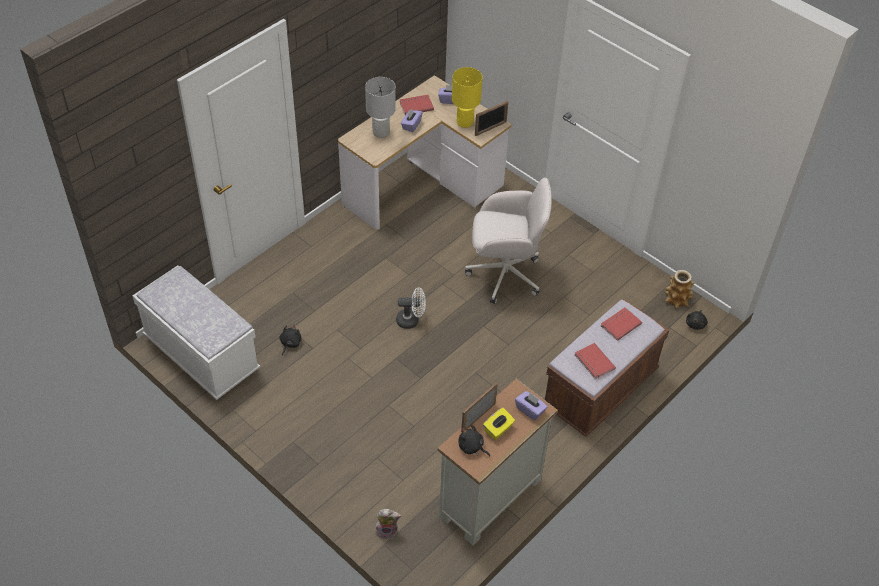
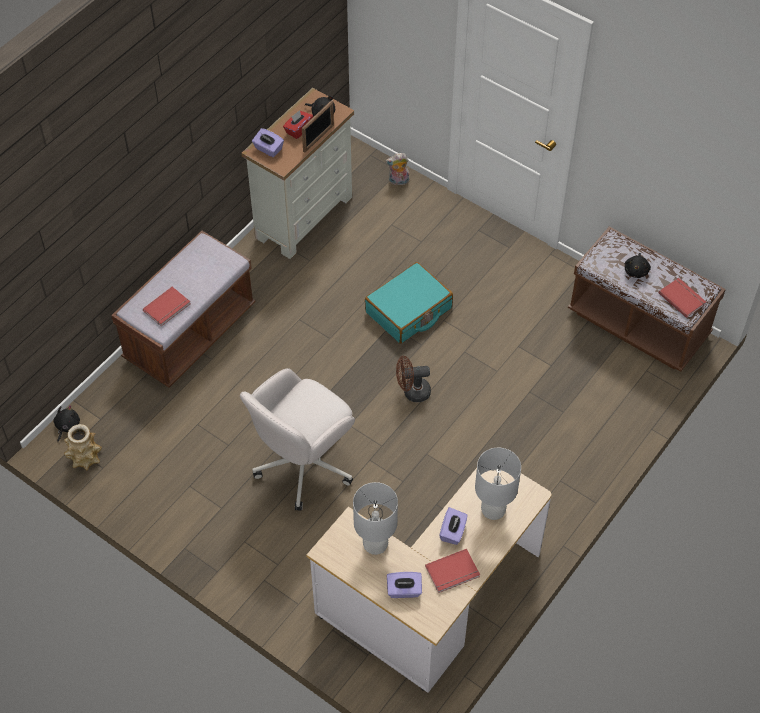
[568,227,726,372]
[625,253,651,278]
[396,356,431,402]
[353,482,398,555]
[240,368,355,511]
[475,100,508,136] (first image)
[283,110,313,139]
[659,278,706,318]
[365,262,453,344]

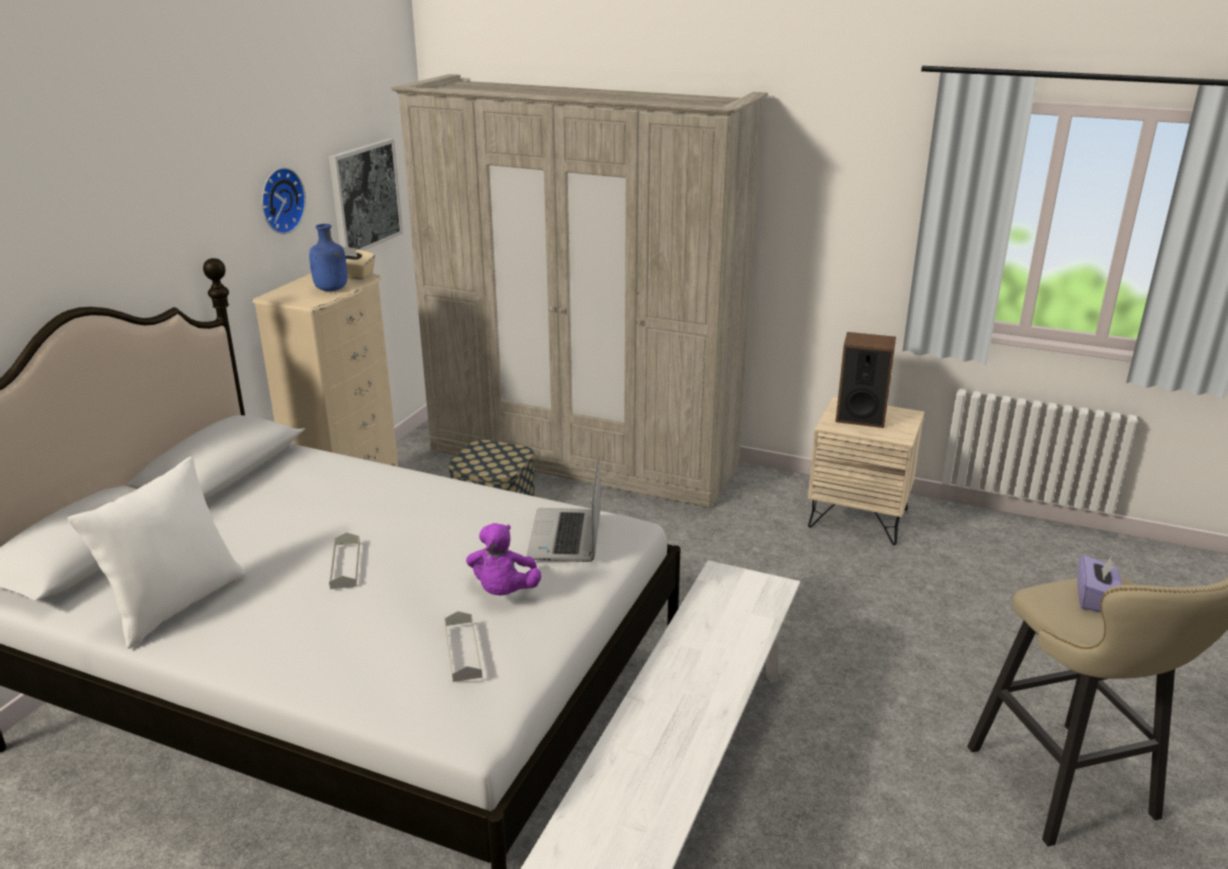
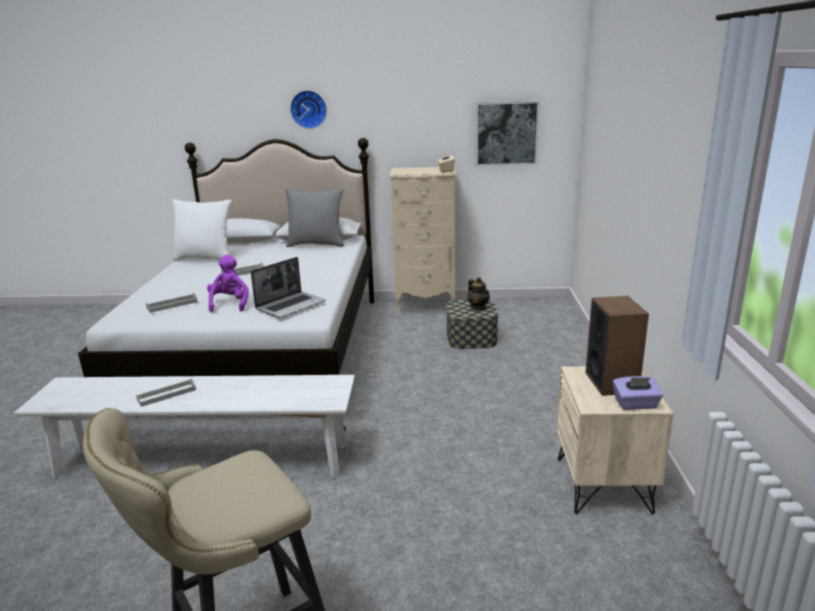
[290,90,327,129]
[309,224,347,291] (first image)
[391,74,768,508] (first image)
[207,255,249,312]
[251,257,326,318]
[613,376,663,410]
[136,379,196,407]
[285,188,344,247]
[467,277,490,310]

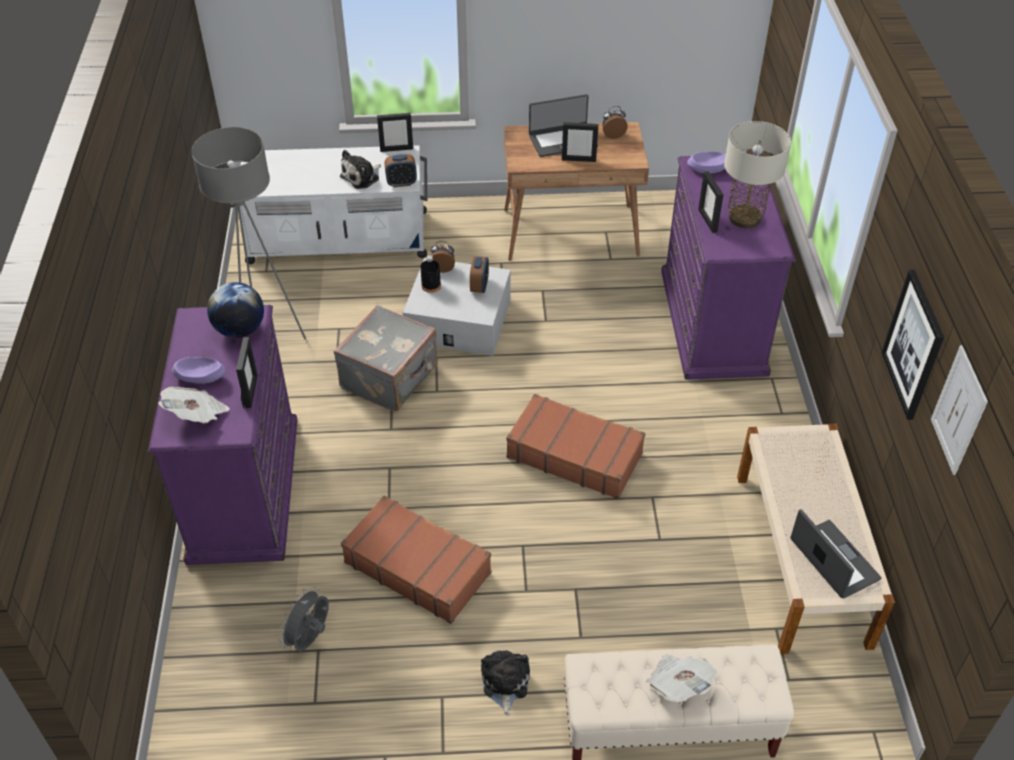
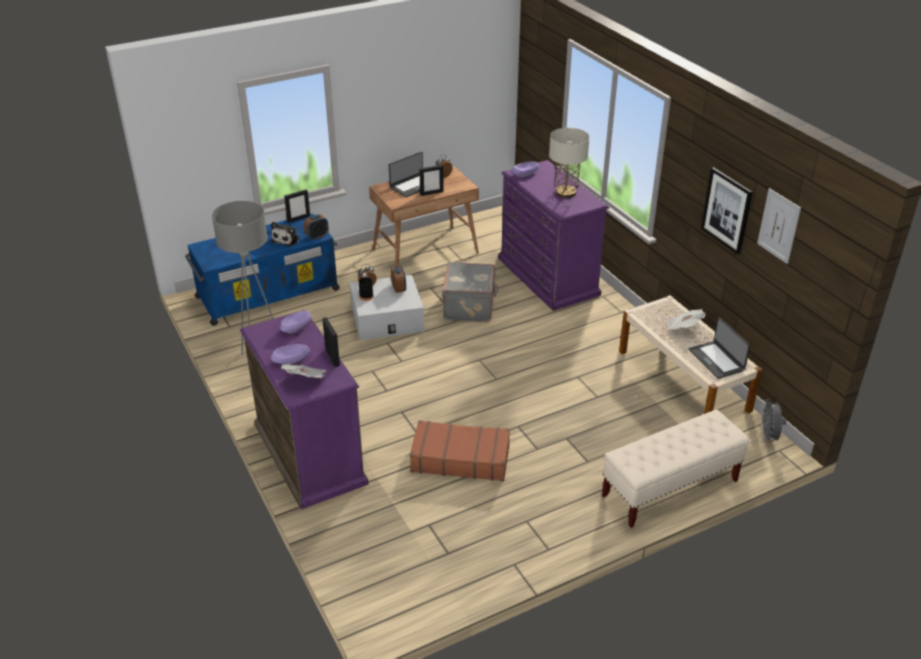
[280,310,311,334]
[185,213,340,326]
[760,399,786,442]
[443,262,498,322]
[481,650,530,716] (first image)
[506,394,645,499] (first image)
[667,309,705,330]
[698,171,724,233] (first image)
[689,317,750,379]

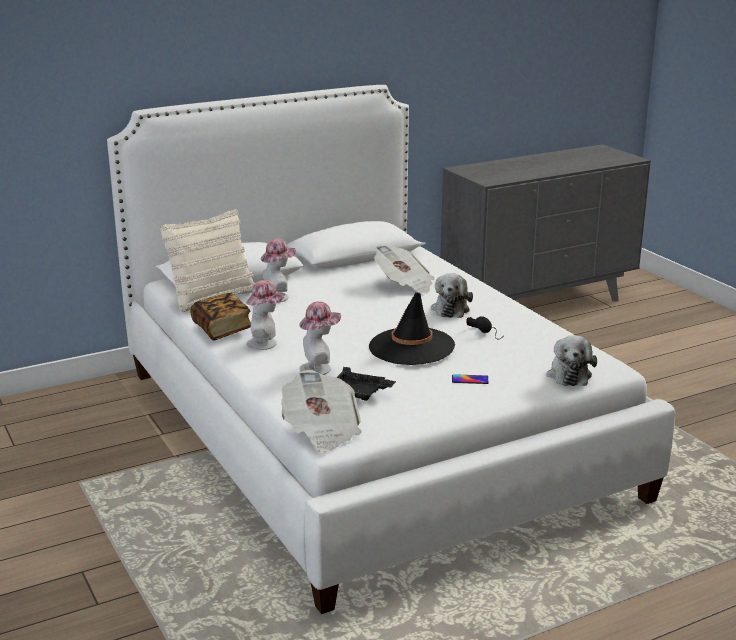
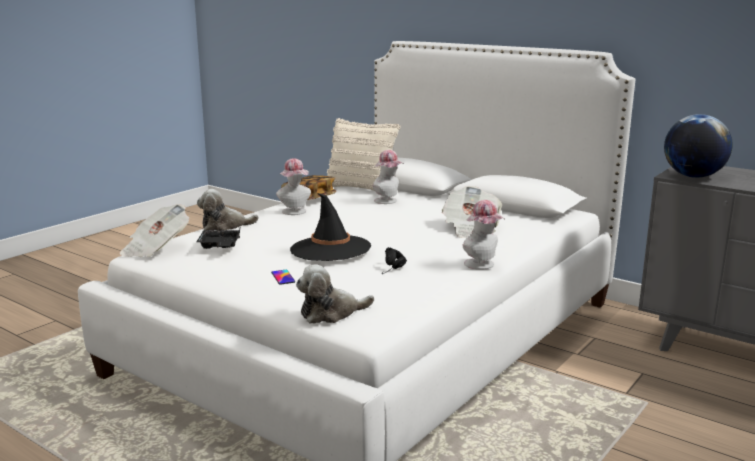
[463,200,505,270]
[197,189,259,231]
[664,114,733,178]

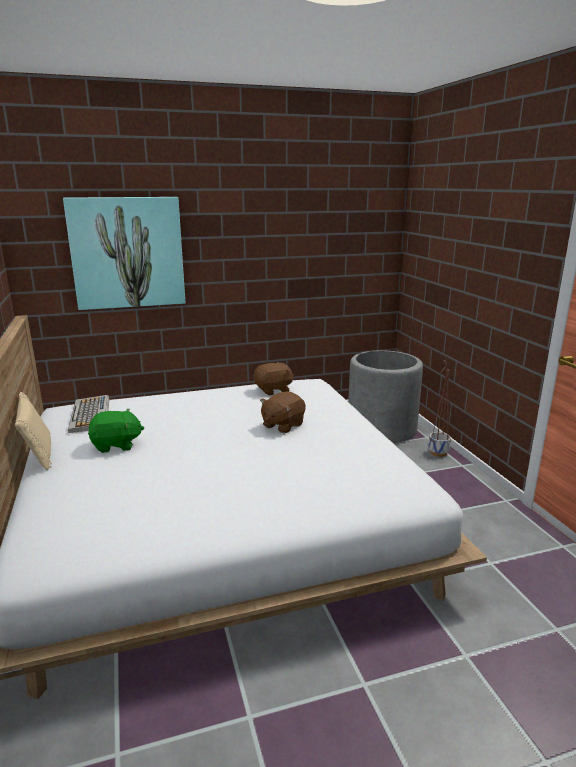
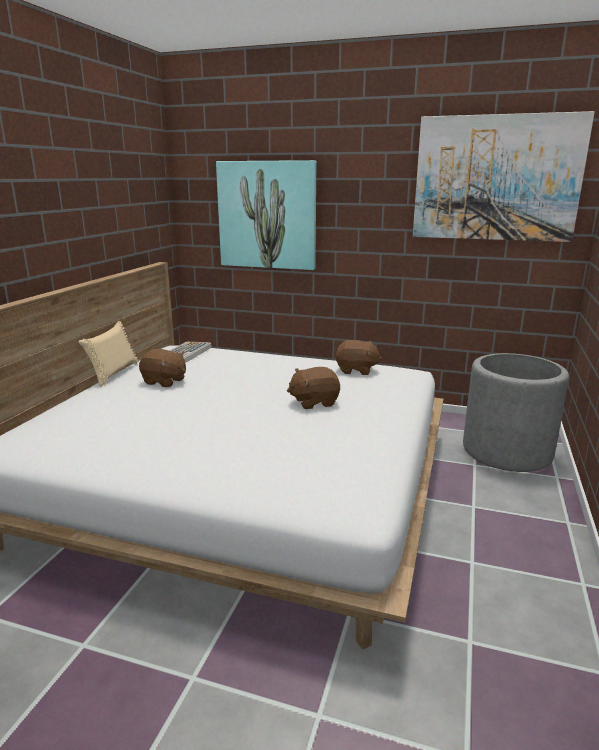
[139,349,186,387]
[429,358,451,457] (first image)
[413,111,595,242]

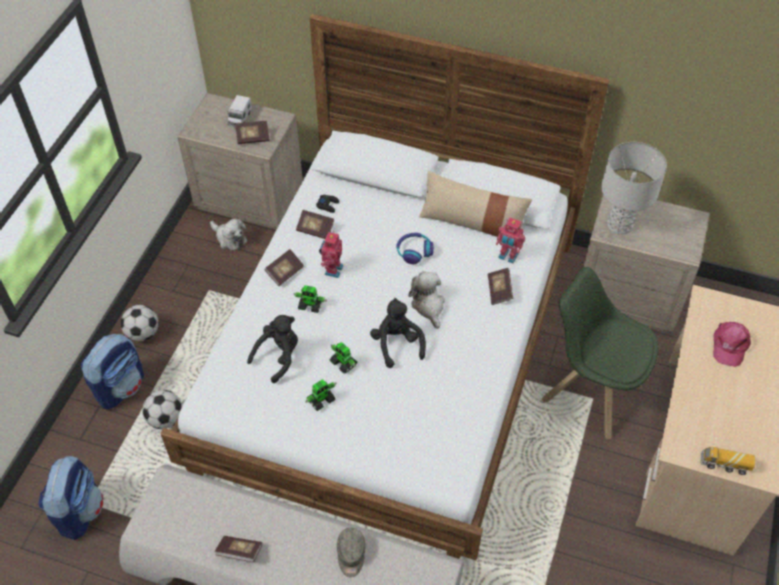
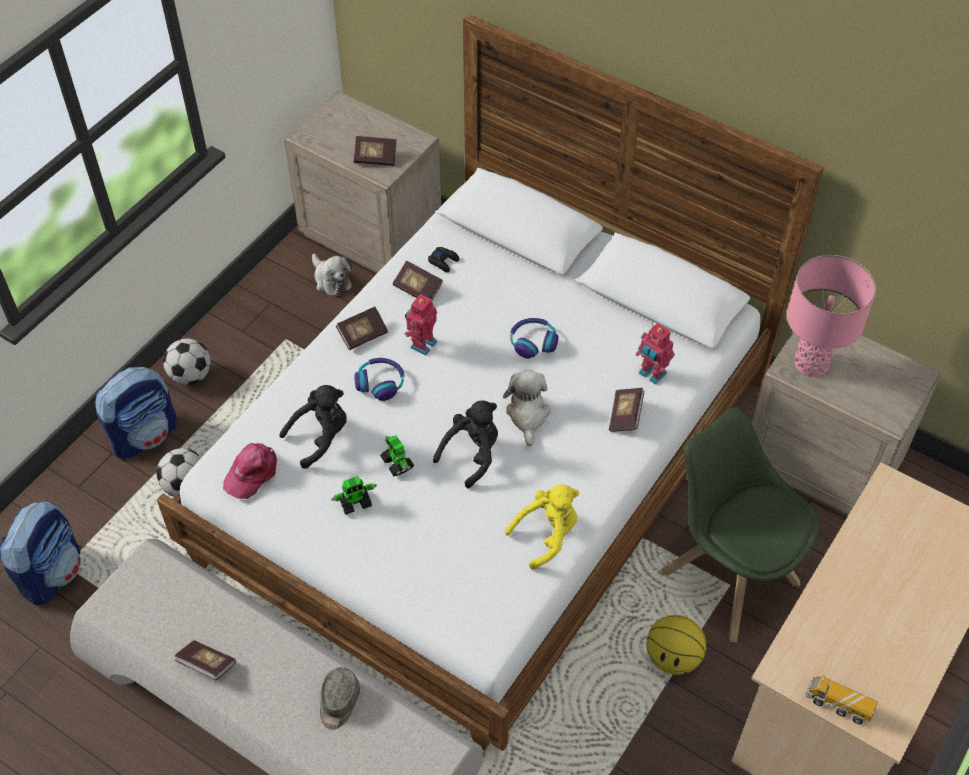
[227,95,252,127] (first image)
[354,358,405,401]
[433,401,498,488]
[419,171,532,237] (first image)
[787,255,876,377]
[223,443,277,499]
[505,484,579,570]
[646,615,706,675]

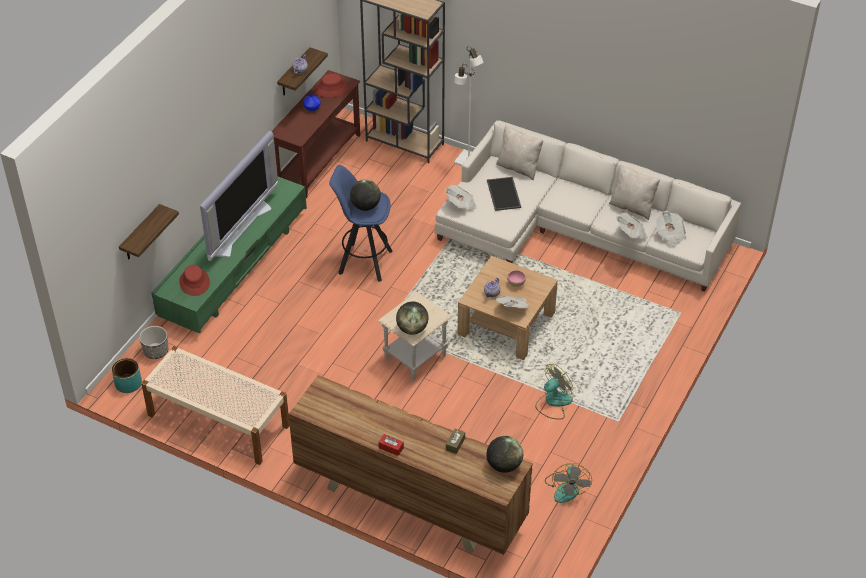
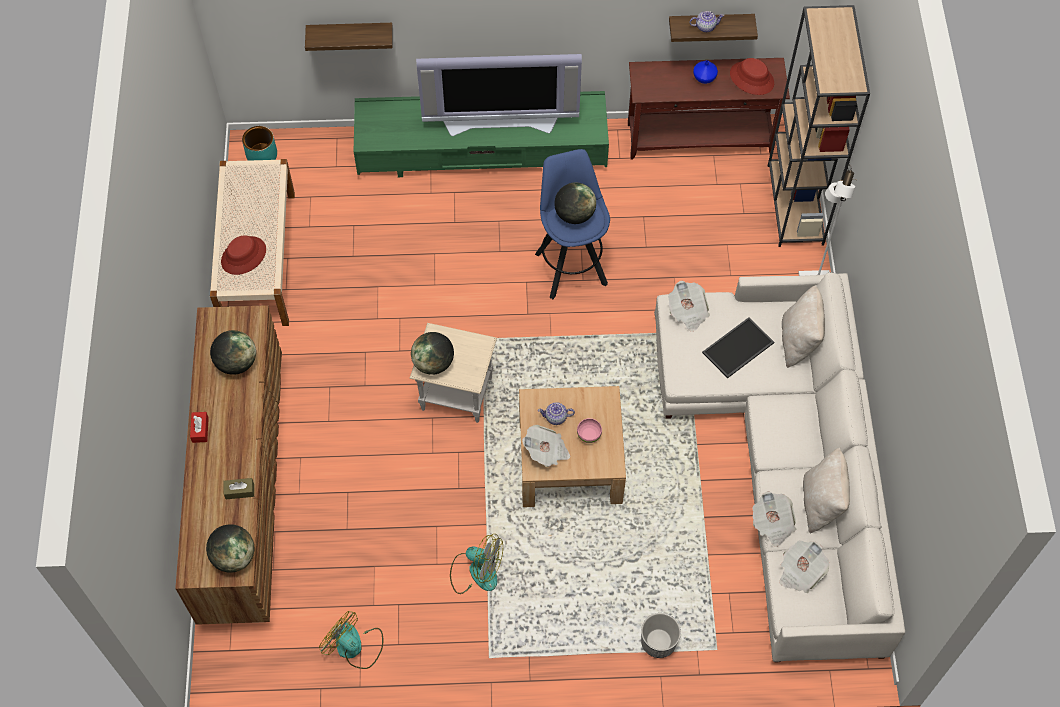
[641,613,681,658]
[221,235,266,275]
[319,611,383,669]
[210,330,256,375]

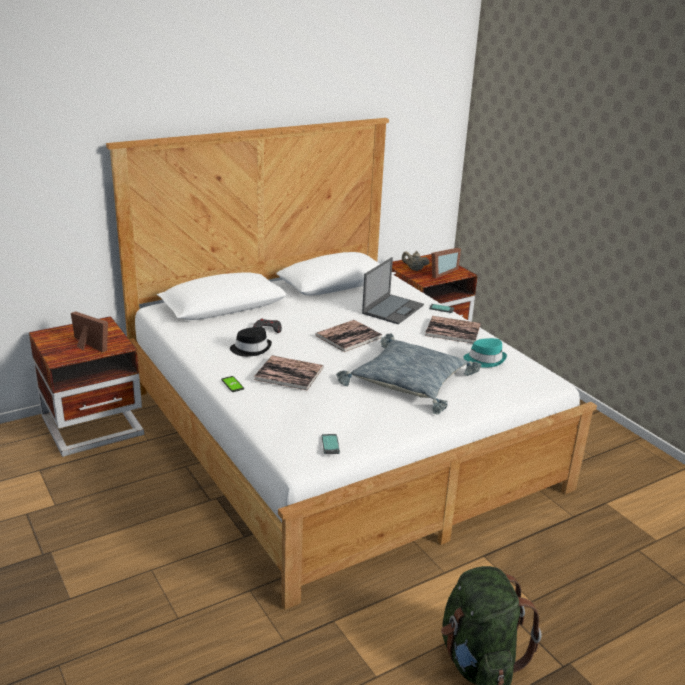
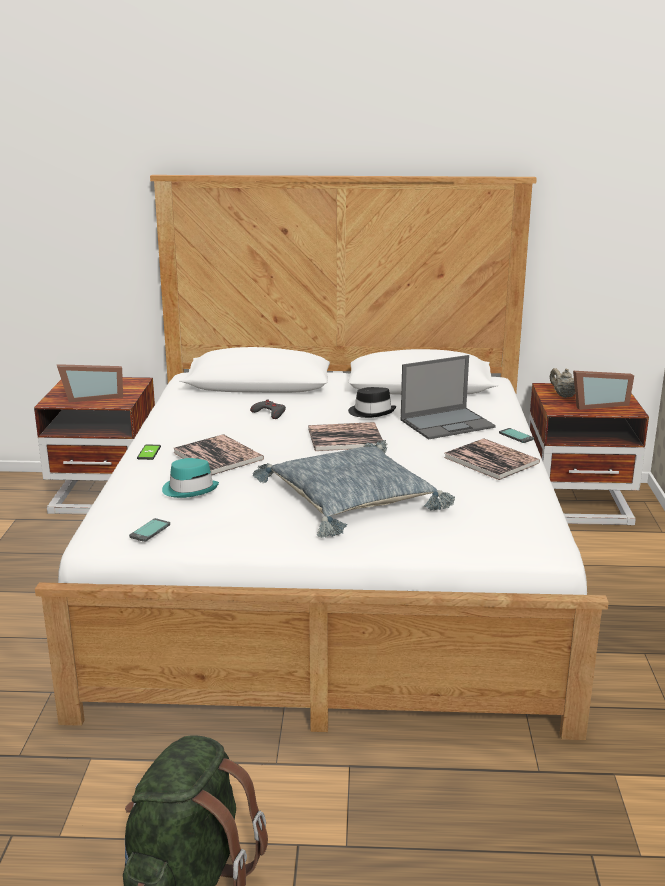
[57,364,123,403]
[348,387,396,418]
[162,458,219,498]

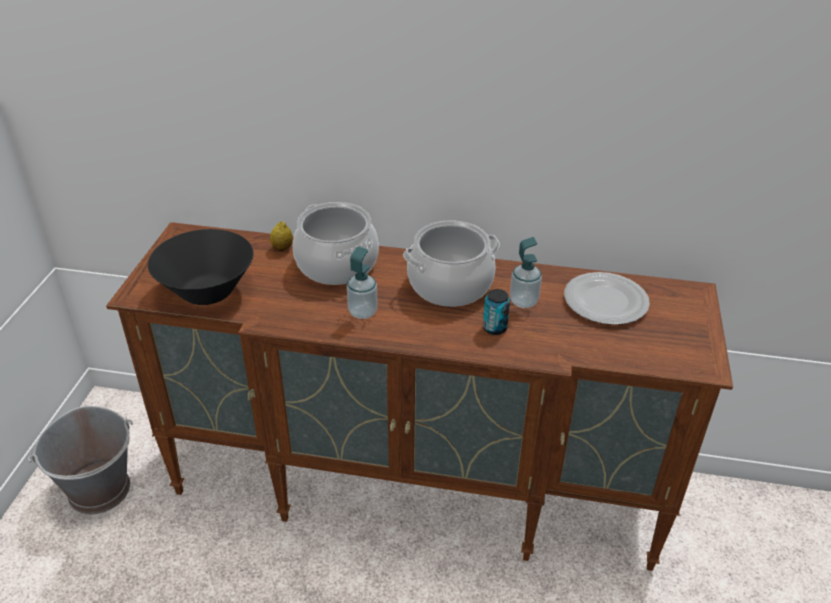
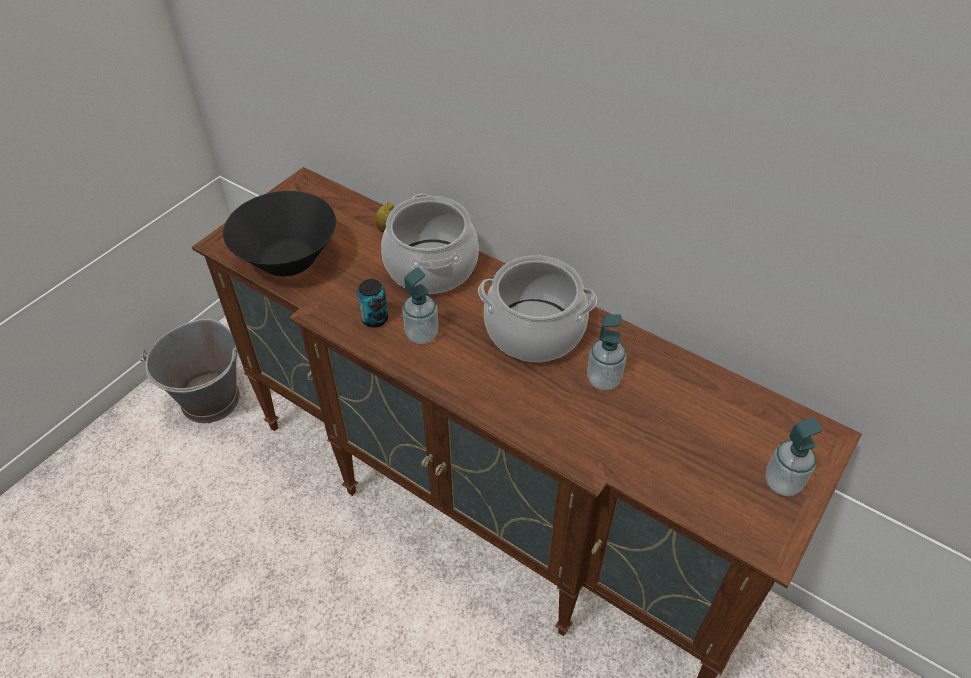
[357,279,388,328]
[564,272,650,325] (first image)
[765,417,822,496]

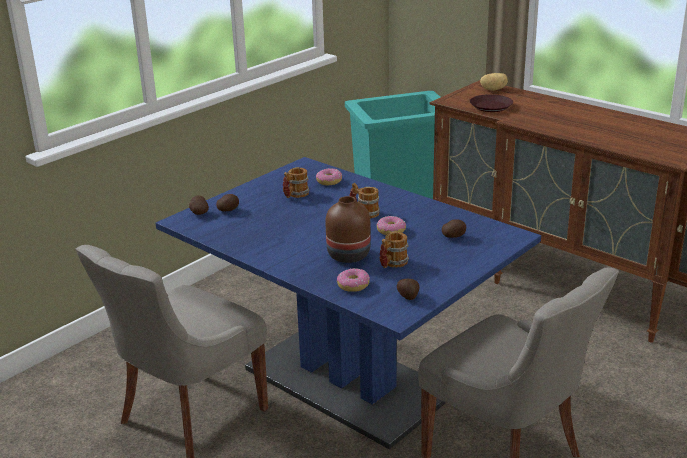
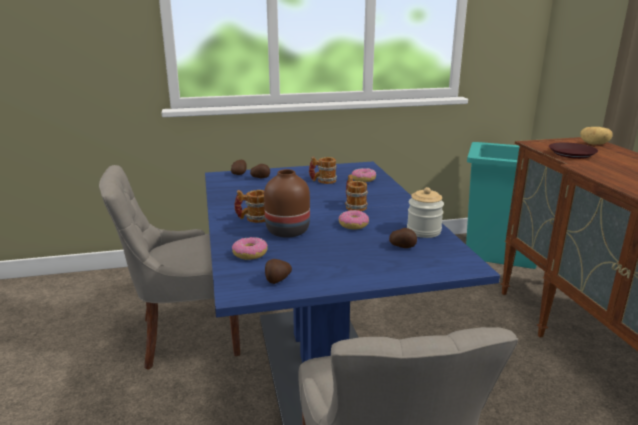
[234,190,265,223]
[407,187,444,238]

